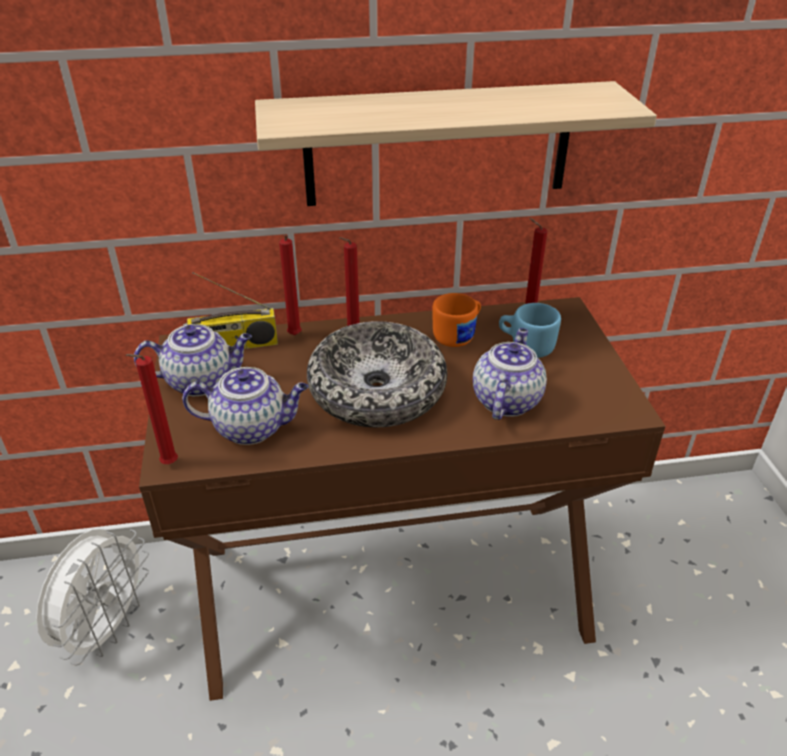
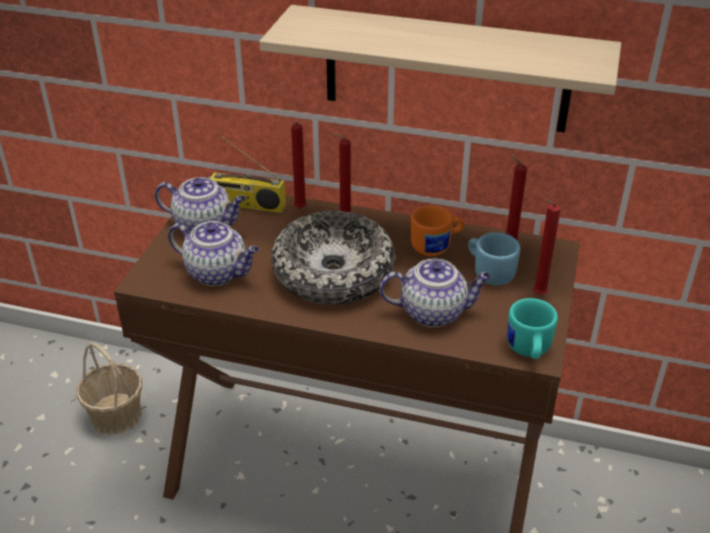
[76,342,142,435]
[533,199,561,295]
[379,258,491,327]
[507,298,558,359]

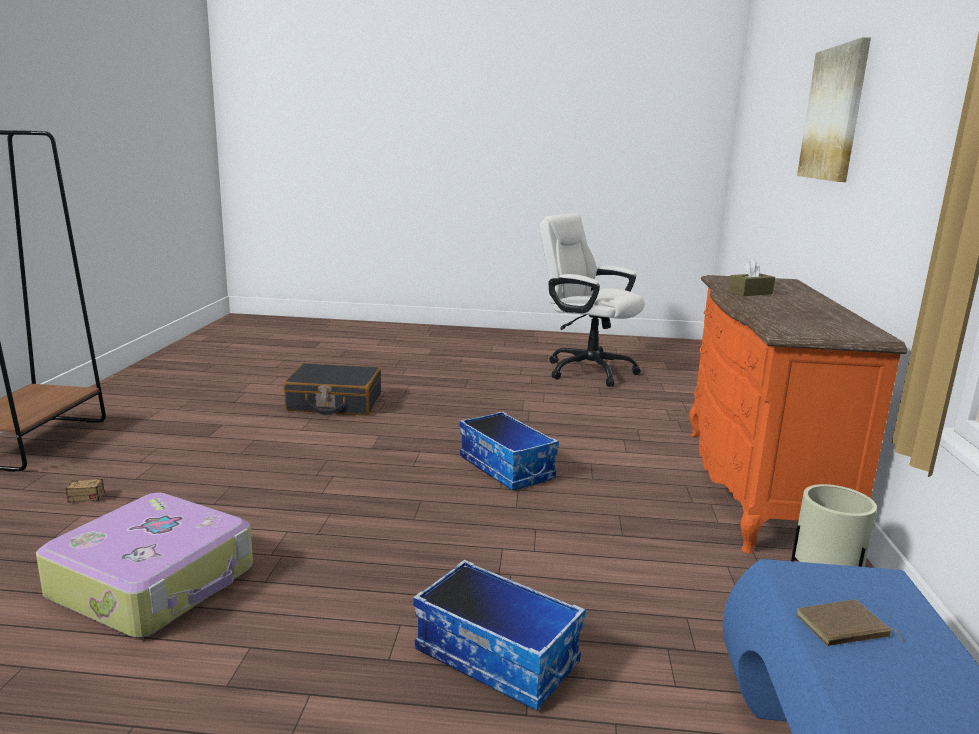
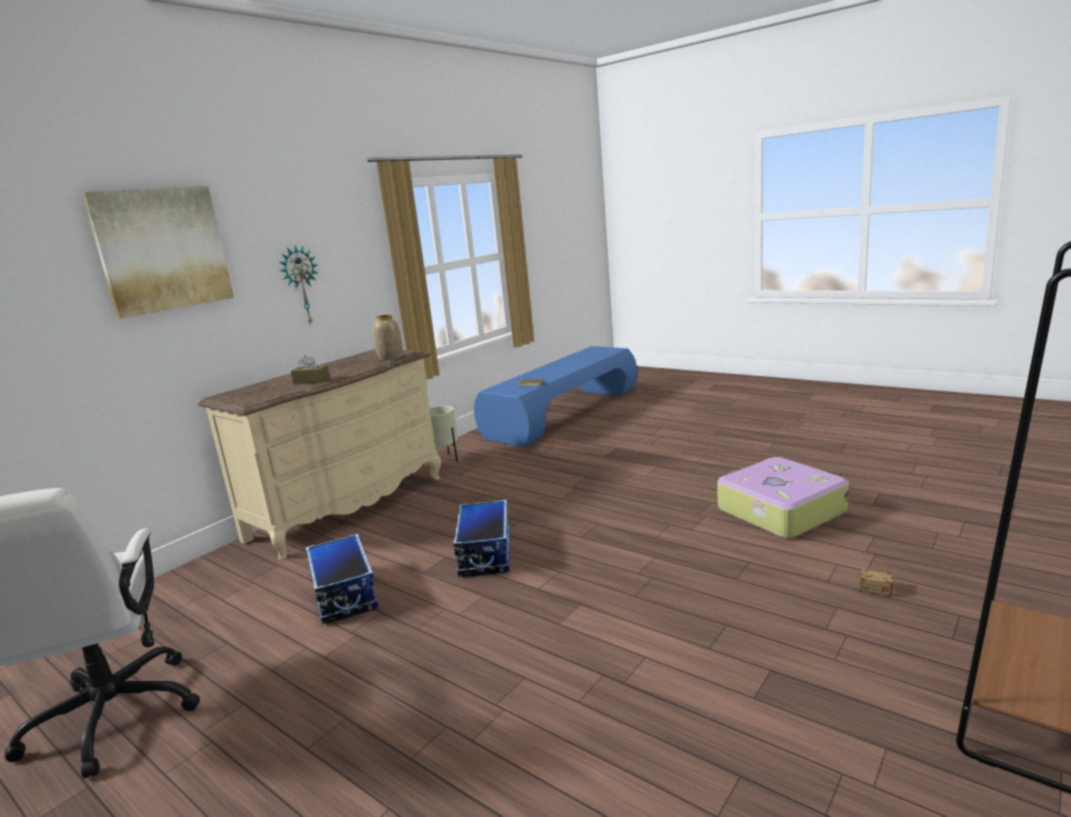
[283,363,381,416] (first image)
[306,534,378,624]
[198,349,441,560]
[280,245,319,325]
[373,315,403,360]

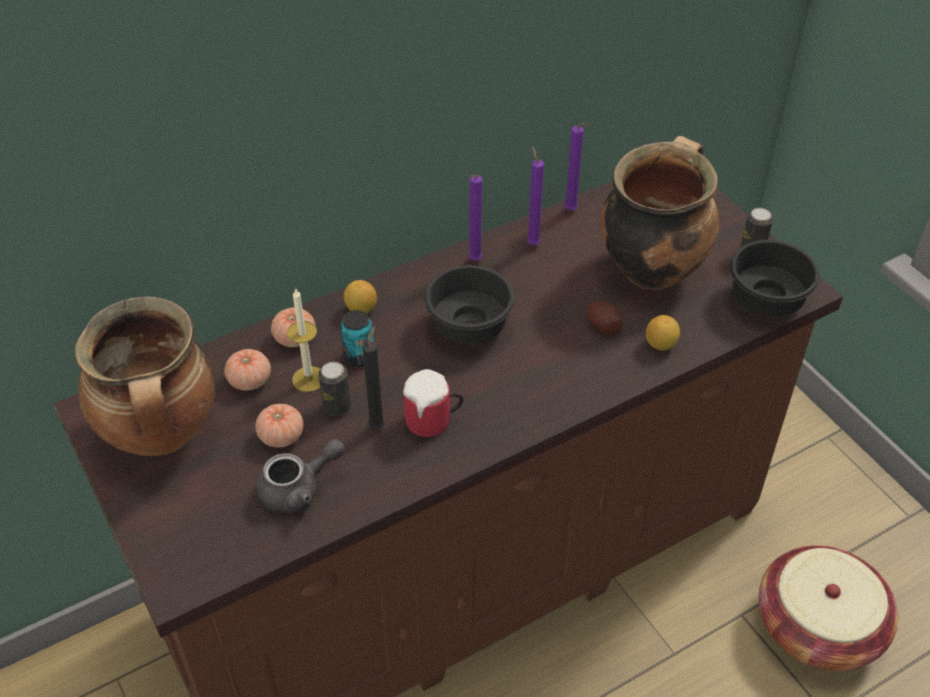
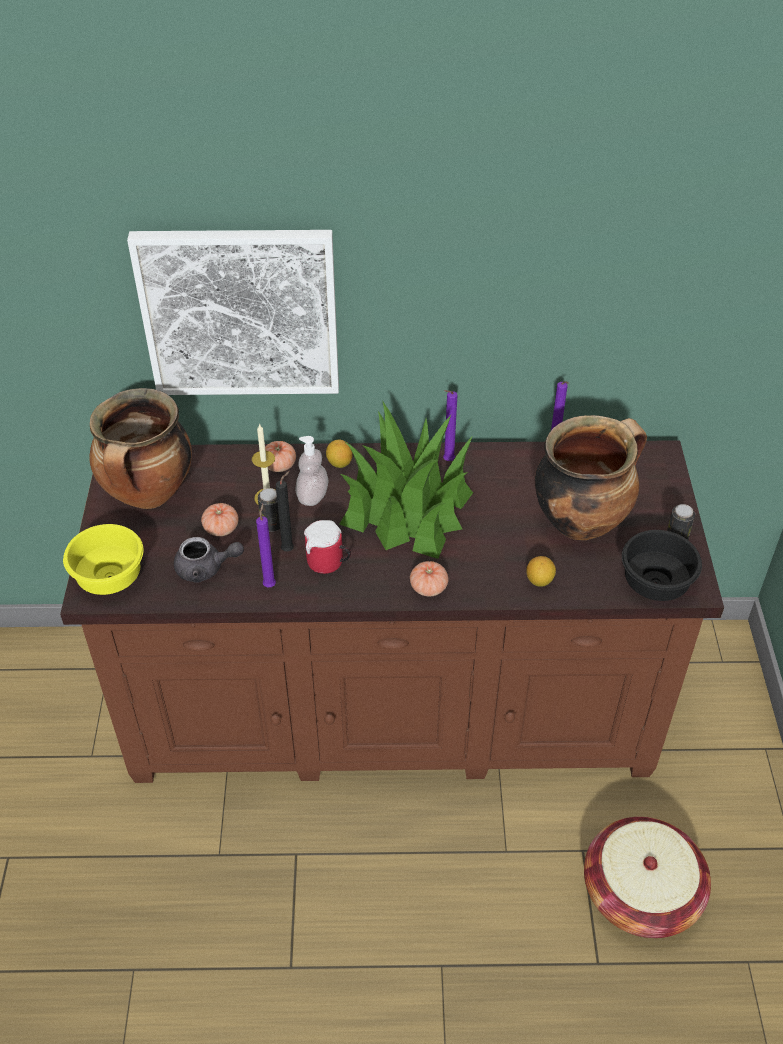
[410,561,448,596]
[295,436,329,506]
[340,402,473,559]
[256,504,276,587]
[587,300,623,335] (first image)
[63,524,143,595]
[127,230,339,395]

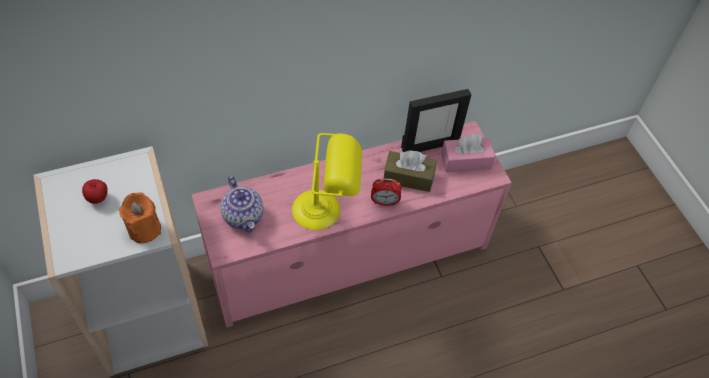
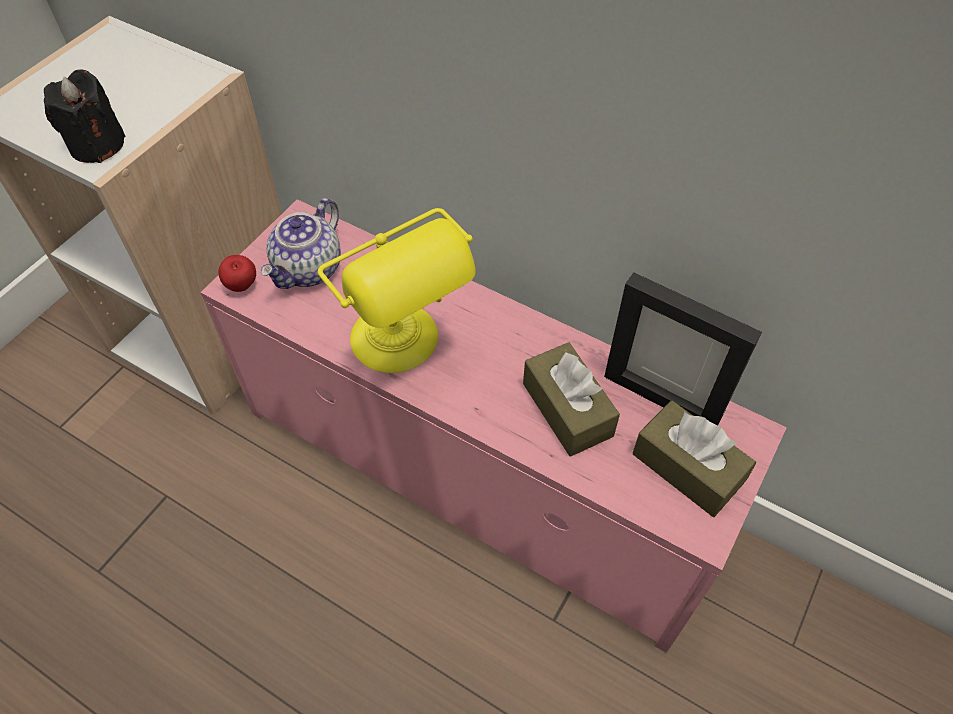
[218,255,256,292]
[44,70,125,163]
[371,179,402,206] (first image)
[633,400,756,517]

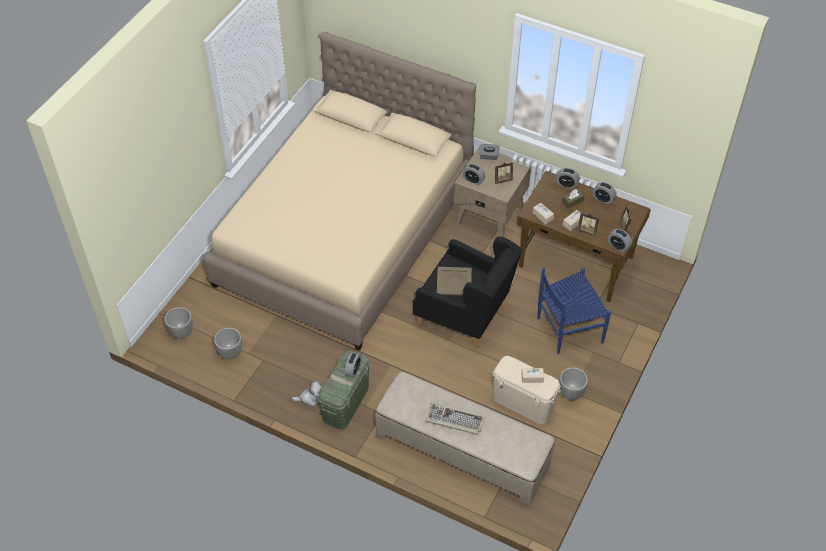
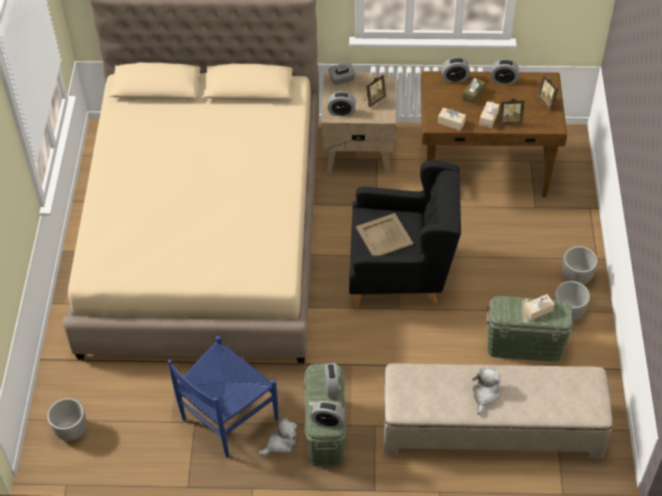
[562,246,598,285]
[472,367,500,415]
[487,296,574,362]
[168,335,278,458]
[311,401,346,428]

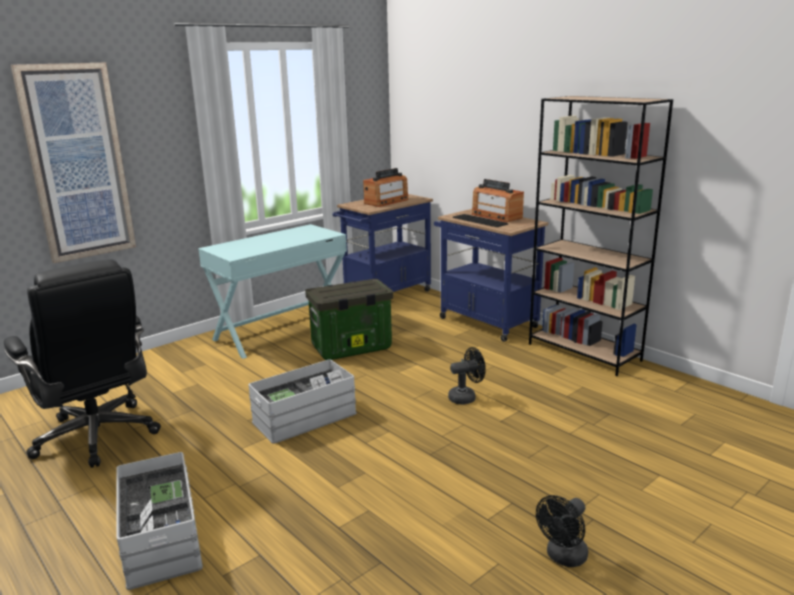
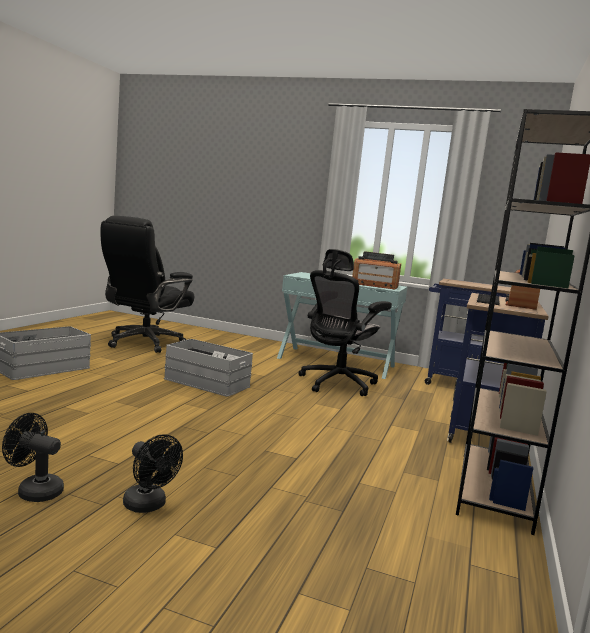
[11,63,136,263] (first image)
[299,249,392,396]
[352,251,401,290]
[123,434,183,513]

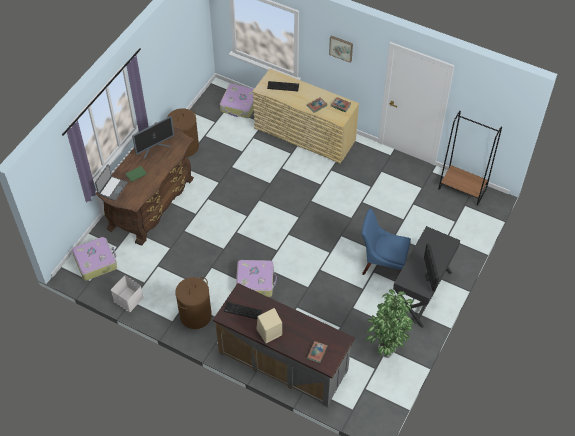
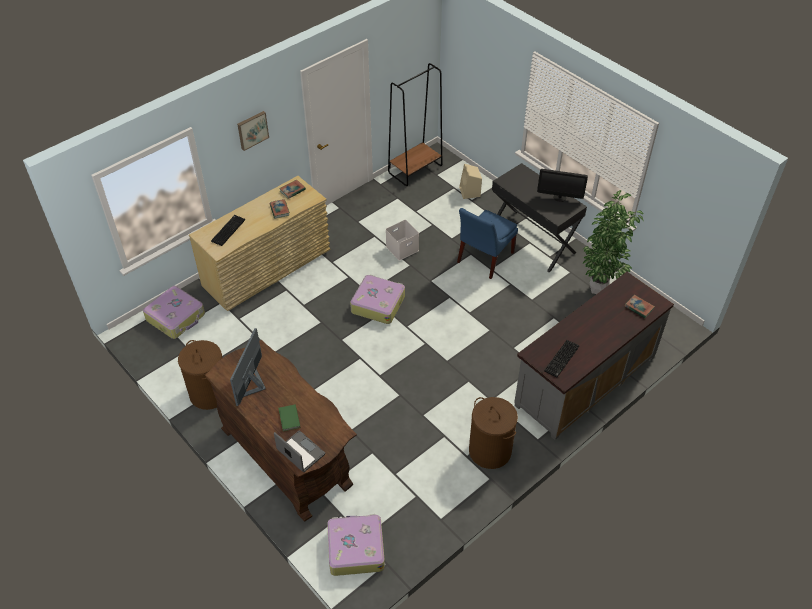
[386,220,419,261]
[230,328,266,406]
[350,274,405,324]
[459,164,482,199]

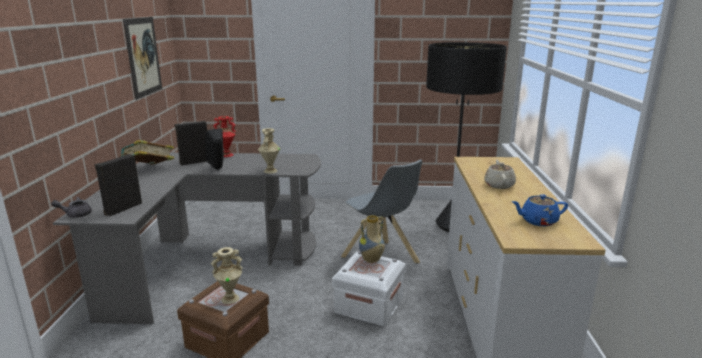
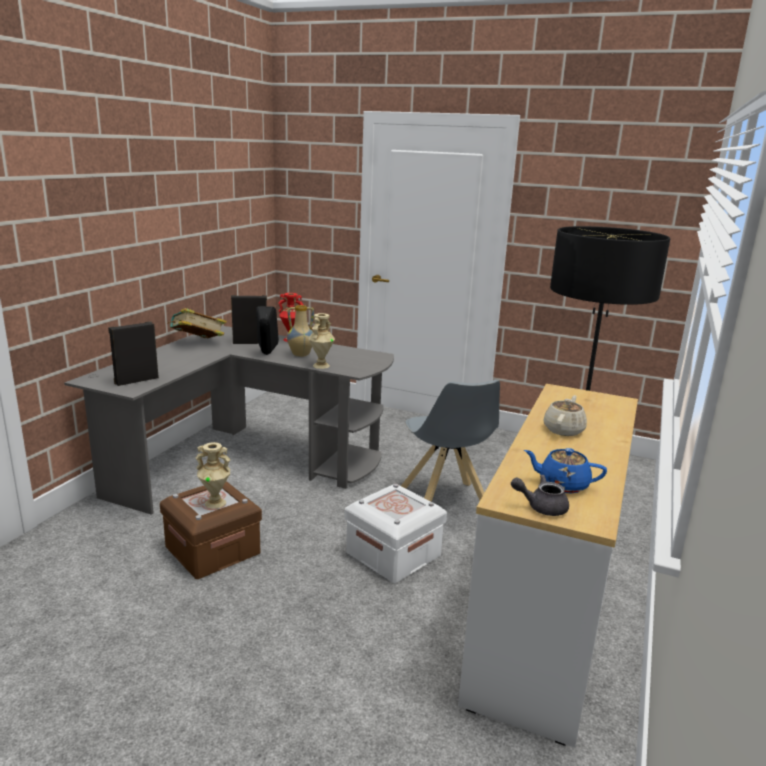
[511,475,569,516]
[123,17,162,100] (first image)
[287,305,314,357]

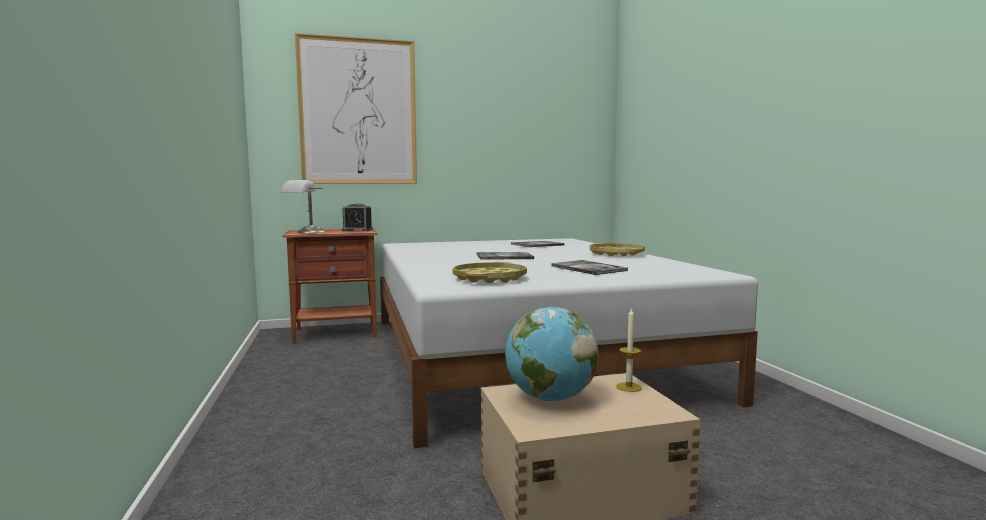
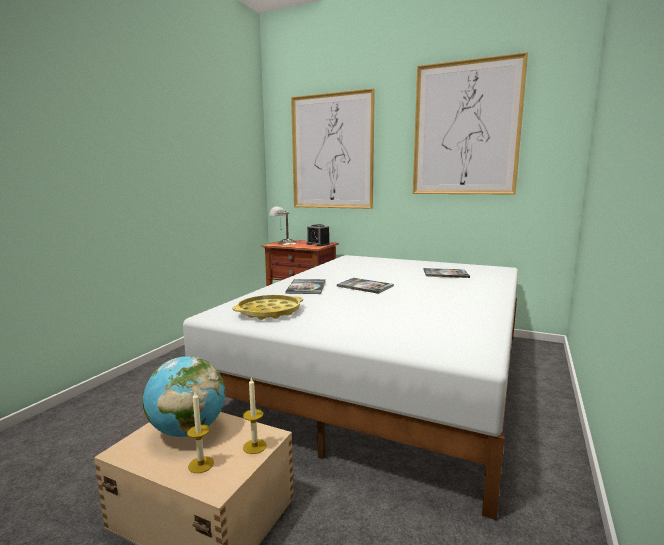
[285,279,326,294]
[590,243,645,256] (first image)
[187,392,214,473]
[413,52,528,195]

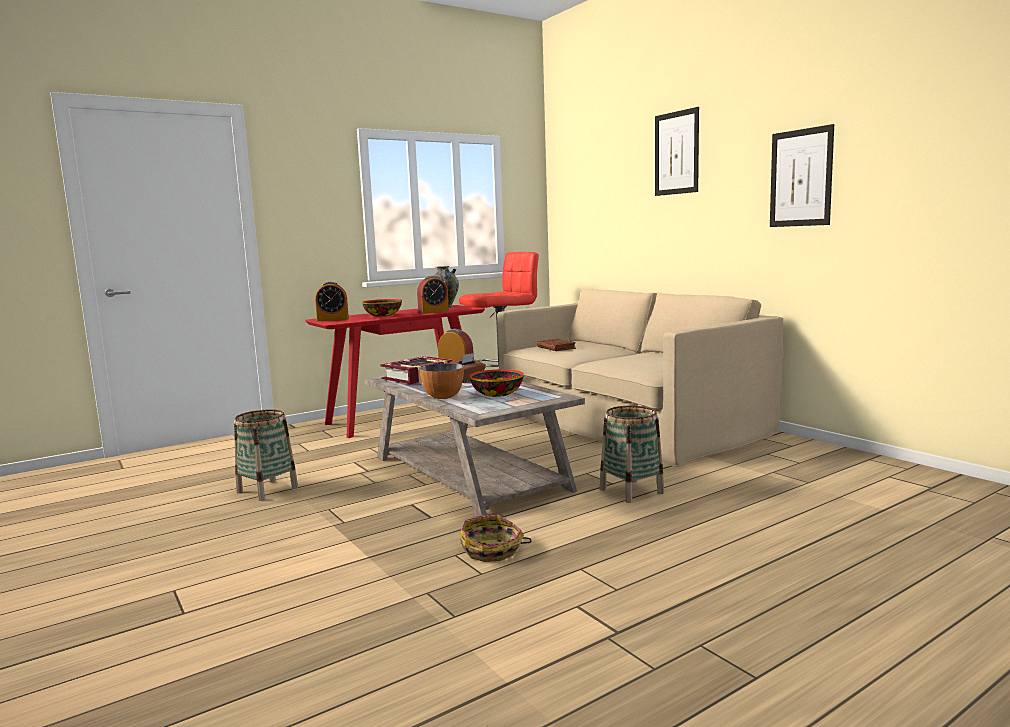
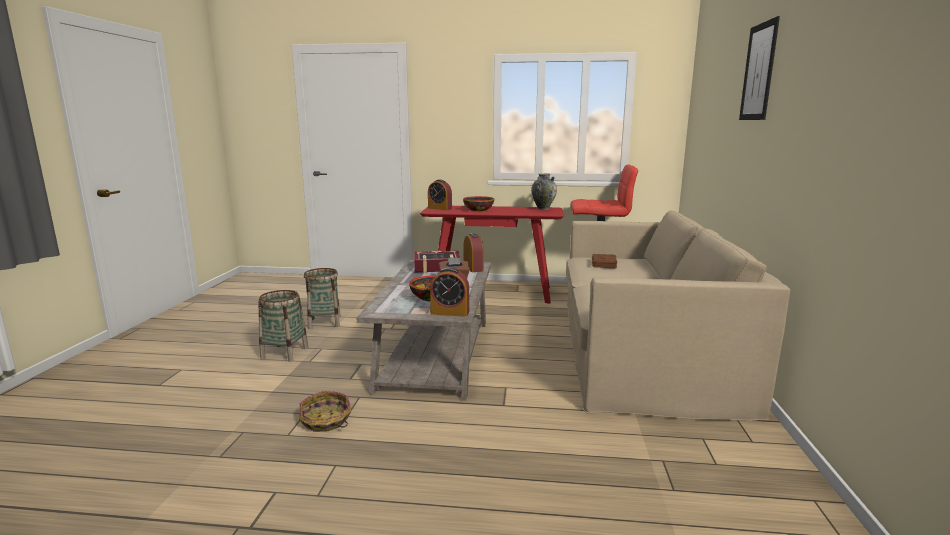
[430,267,469,317]
[420,363,464,399] (first image)
[259,290,308,362]
[770,124,834,227] (first image)

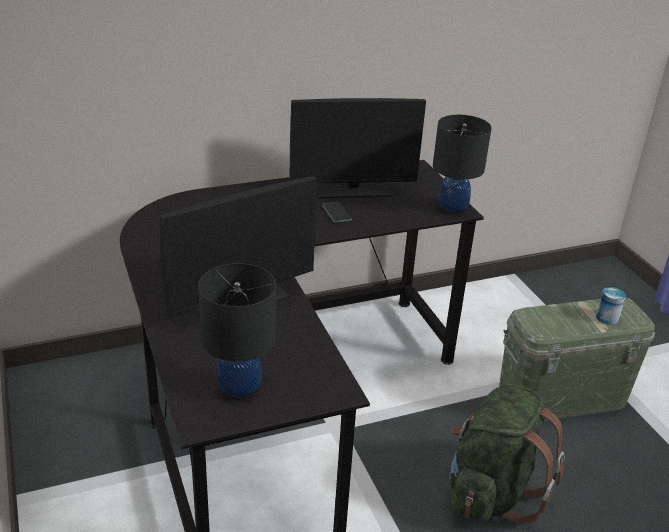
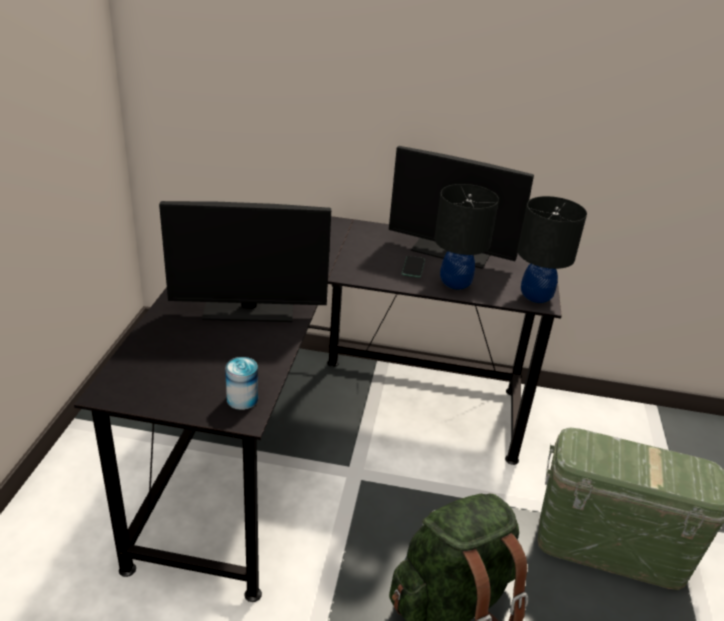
[434,184,499,290]
[225,357,258,410]

